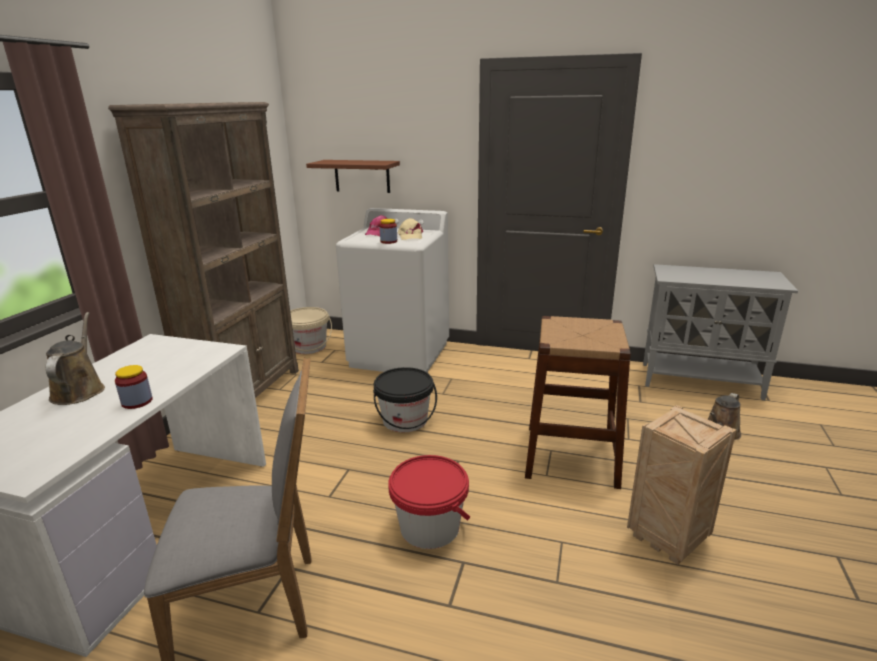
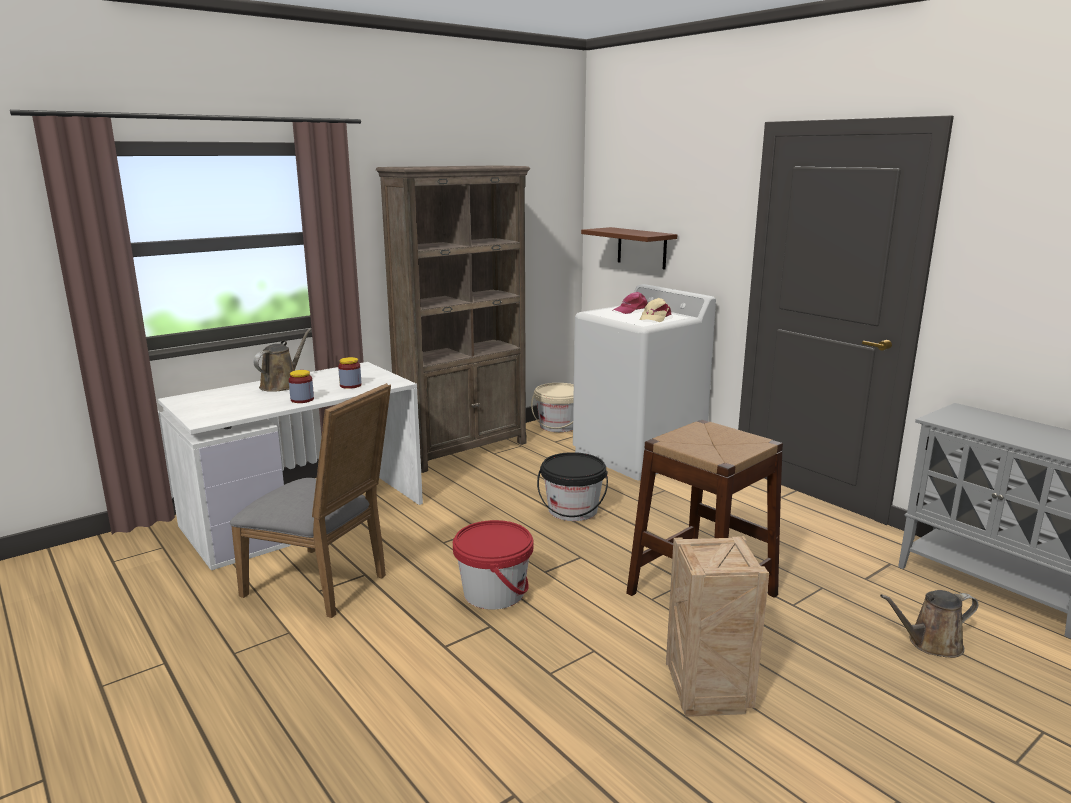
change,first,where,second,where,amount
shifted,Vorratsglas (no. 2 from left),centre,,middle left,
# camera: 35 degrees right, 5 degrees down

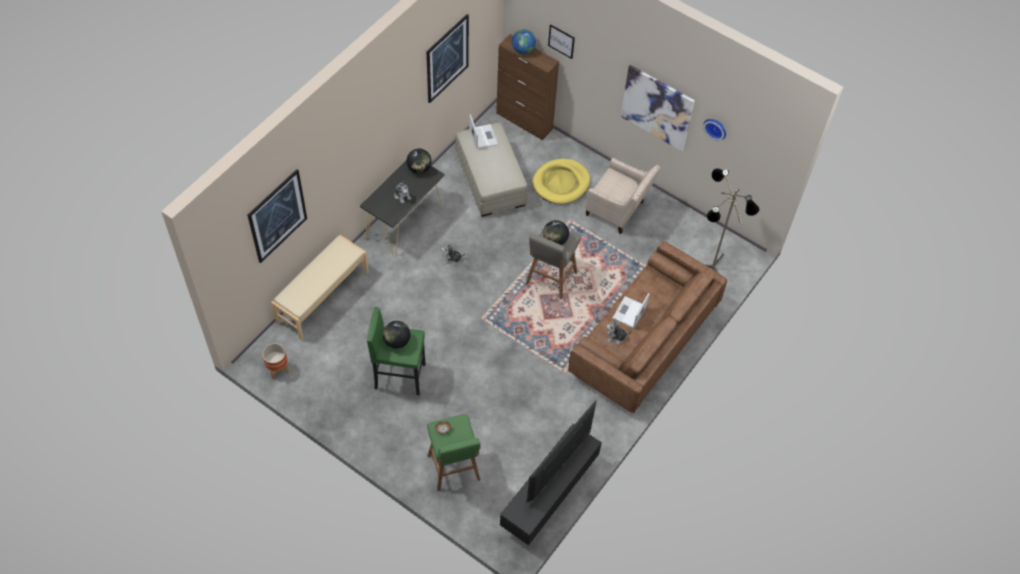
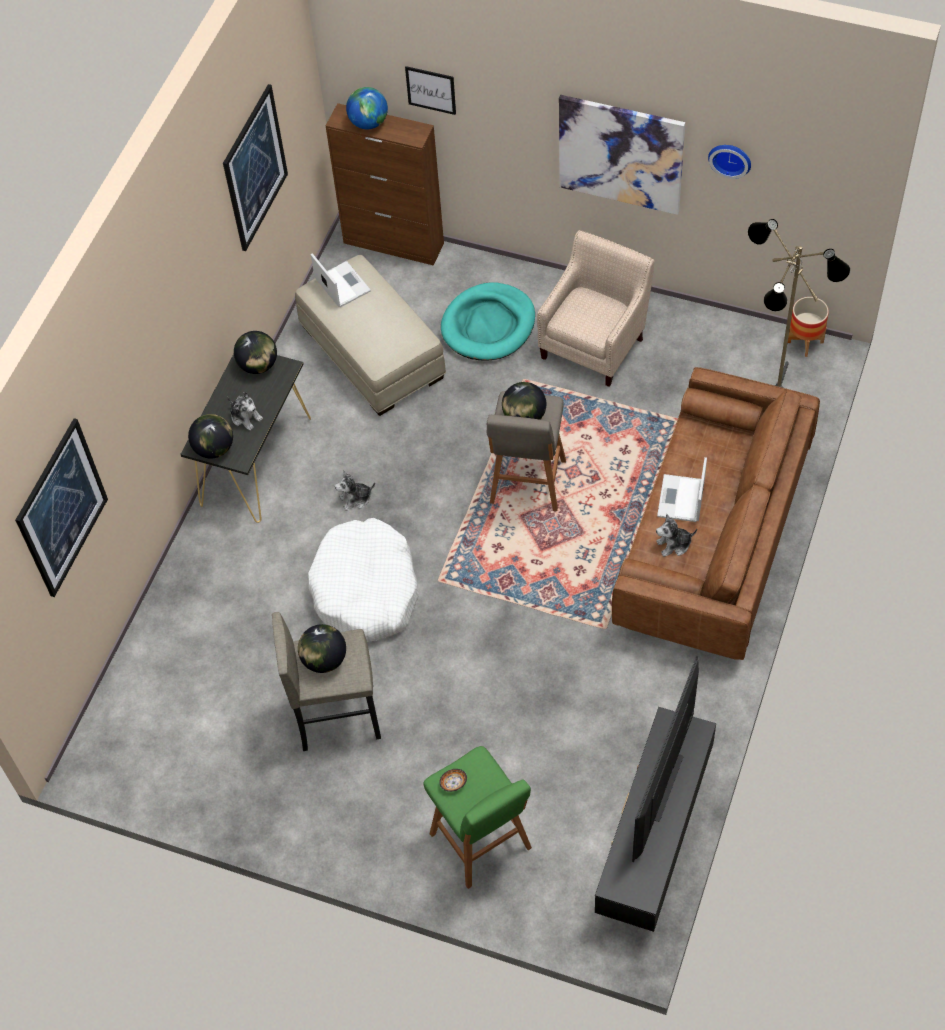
change,first,where,second,where,amount
rotated,Sessel/beige,centre,,top centre,75 degrees counterclockwise
repainted,Hundebett/gelb,top centre,Hundebett/türkis,top centre,
gone,Bank/beige,middle left,,,
repainted,Hocker/grün (no. 1 from left),centre,Hocker/grau (no. 1 from left),centre,
shifted,Pflanzkübel,middle left,,top right,
new,,,Globus (no. 1 from left),middle left,
new,,,Hundebett/weiß,centre,
# camera: 10 degrees left, 0 degrees up

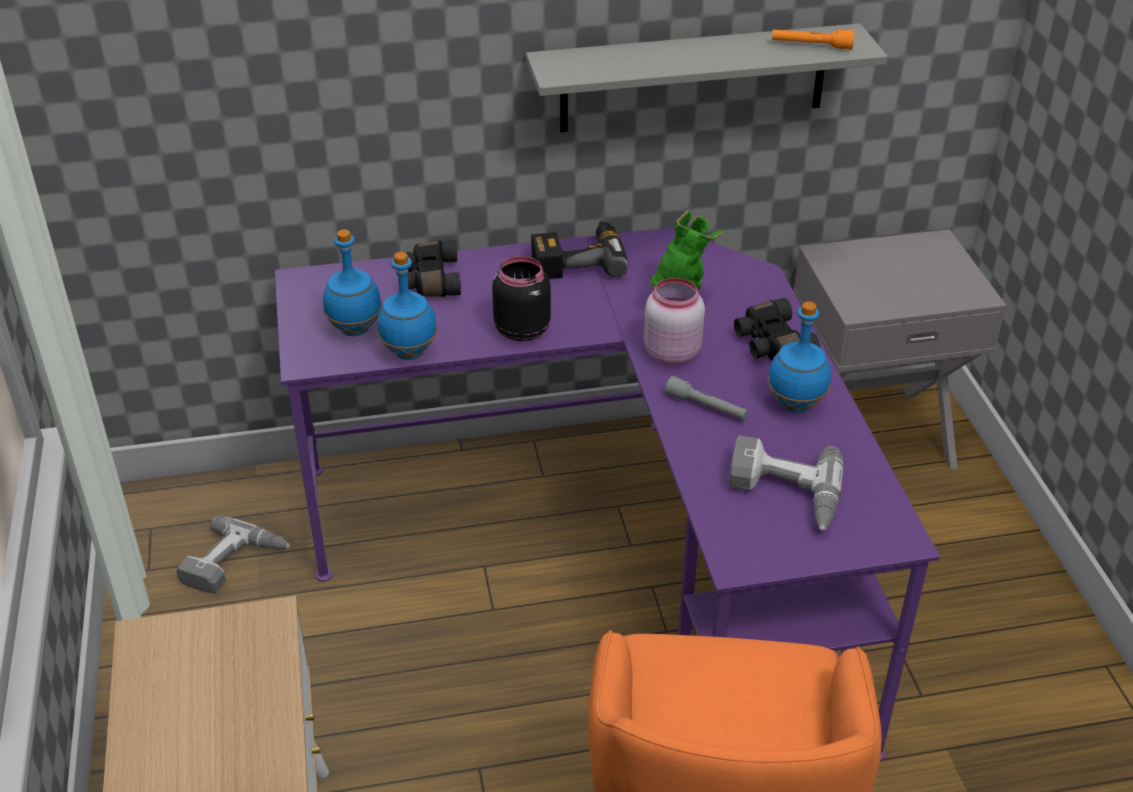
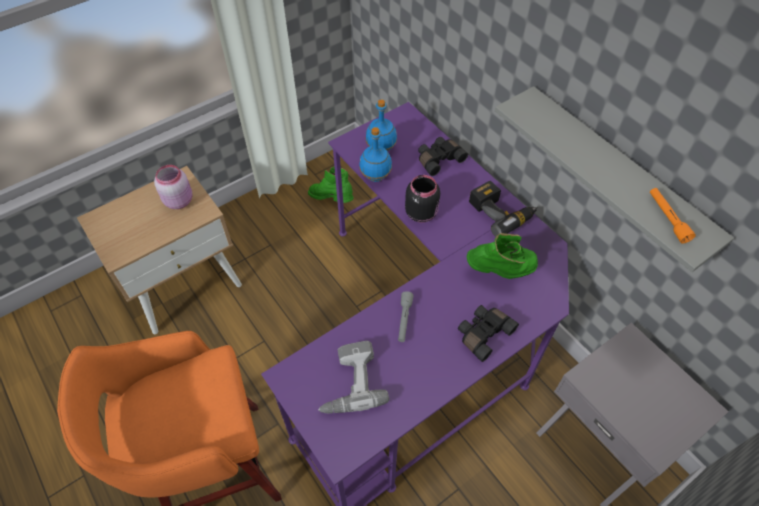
change,first,where,second,where,amount
shifted,Vorratsglas/rosa,centre,,middle left,
gone,Flasche/blau (no. 3 from left),middle right,,,
swapped,Bohrmaschine (no. 1 from left),bottom left,Stiefel/grün (no. 1 from left),centre,
# camera: 65 degrees right, 15 degrees up

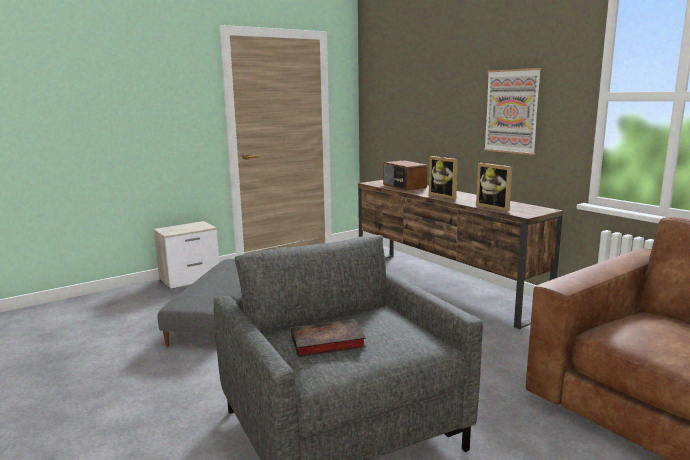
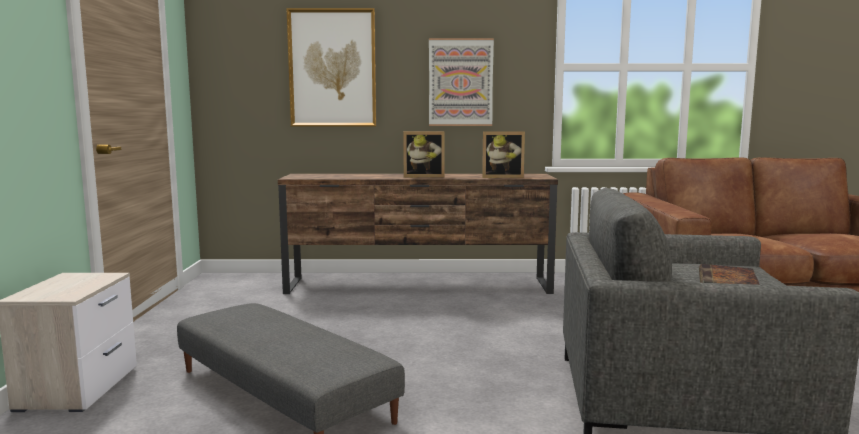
change,first,where,second,where,amount
gone,Radio,centre,,,
new,,,Bild (no. 1 from left),top centre,
# camera: 55 degrees left, 5 degrees down

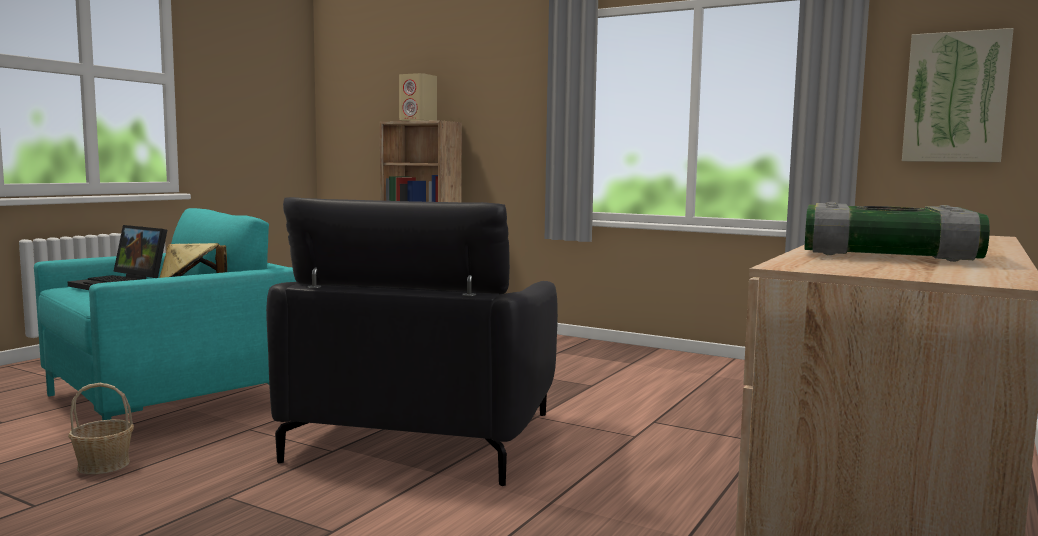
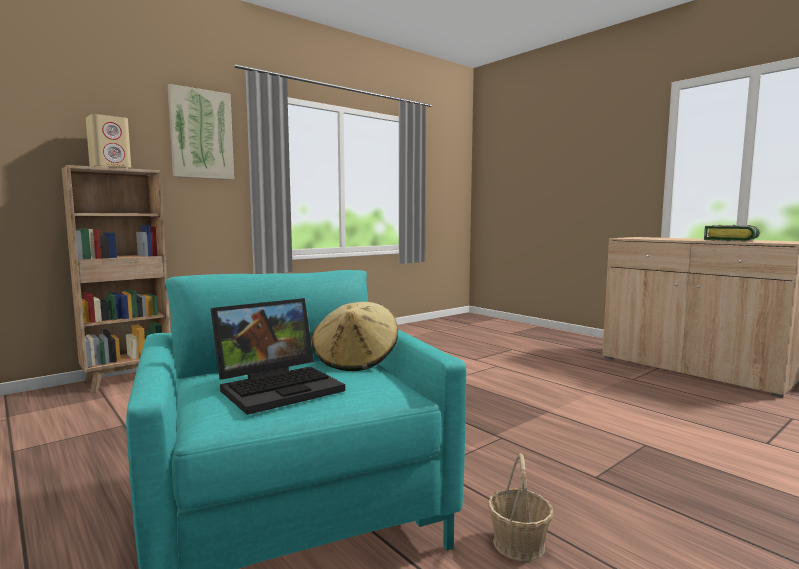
change,first,where,second,where,amount
shifted,Bild,top right,,top left,
gone,Sessel/schwarz,centre,,,
# camera: 70 degrees left, 0 degrees up

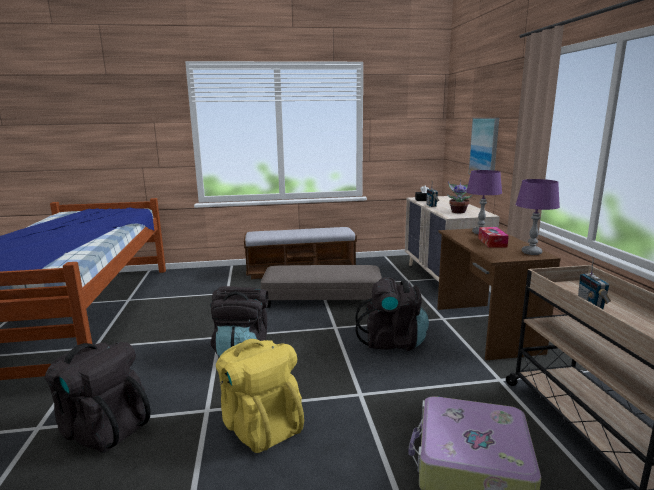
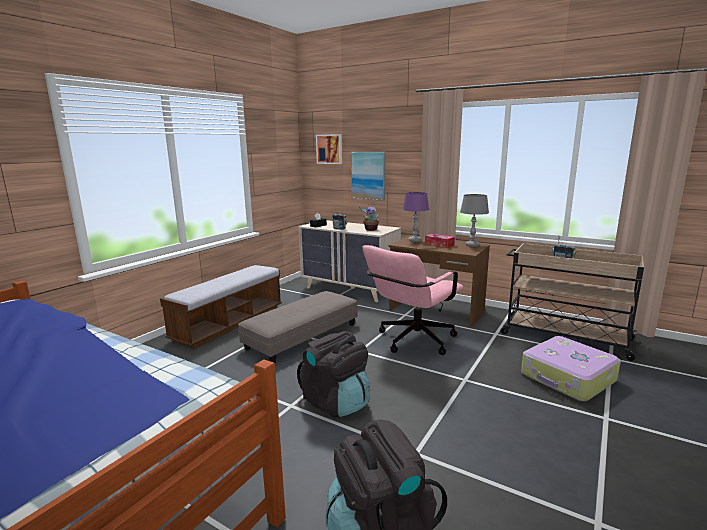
change,first,where,second,where,amount
repainted,Tischlampe/lila (no. 2 from left),middle right,Tischlampe/grau,middle right,
swapped,Rucksack/schwarz (no. 3 from left),centre,Bürostuhl/rosa,centre,
gone,Rucksack/gelb,bottom centre,,,
new,,,Bild (no. 1 from left),top centre,
# camera: 50 degrees left, 0 degrees up

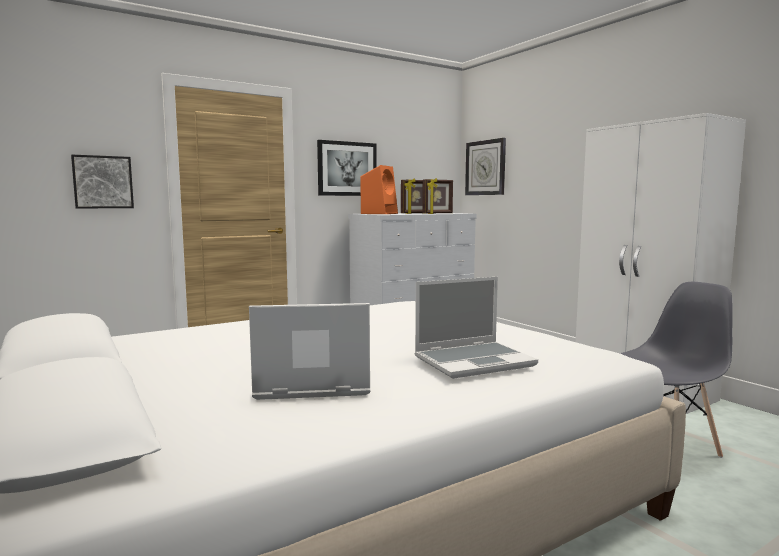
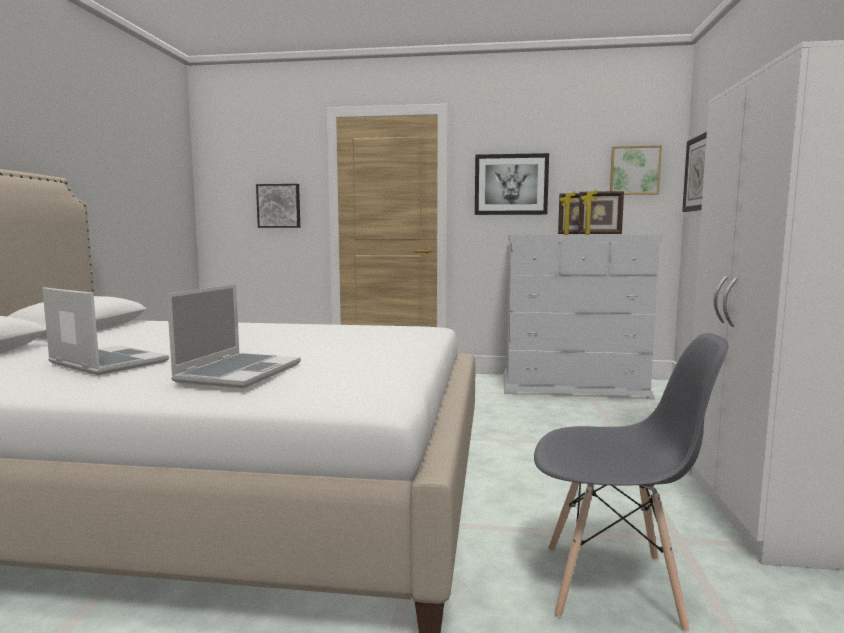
change,first,where,second,where,amount
gone,Lautsprecher/orange,centre,,,
rotated,Laptop (no. 2 from left),centre,,middle left,90 degrees counterclockwise
new,,,Bild (no. 3 from left),top right,
# camera: 40 degrees right, 0 degrees up

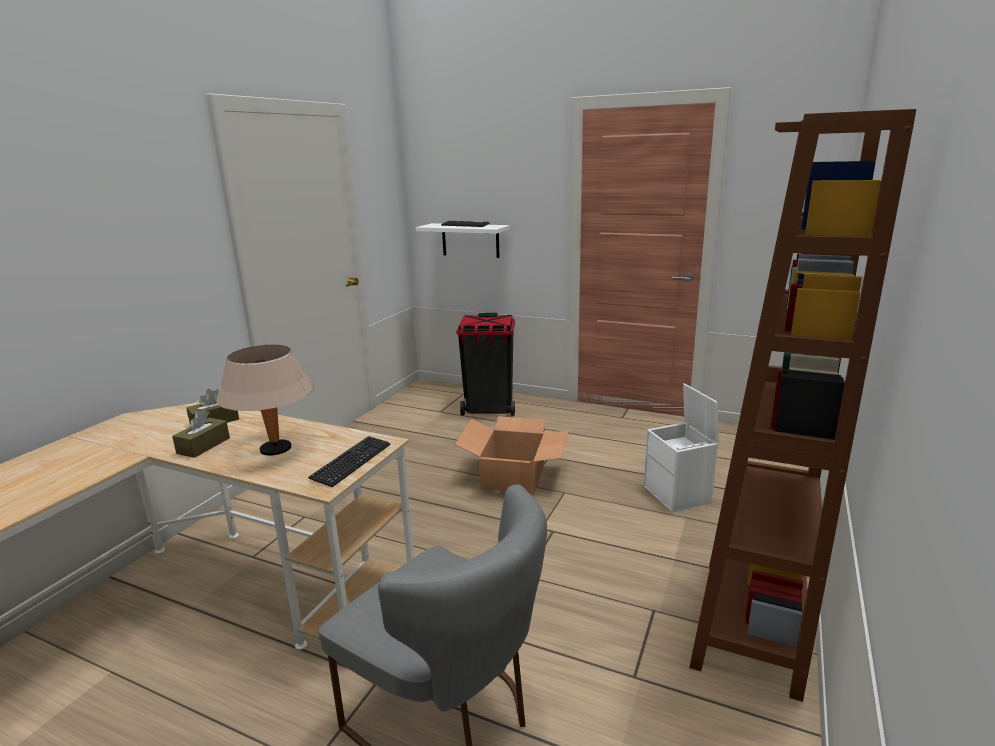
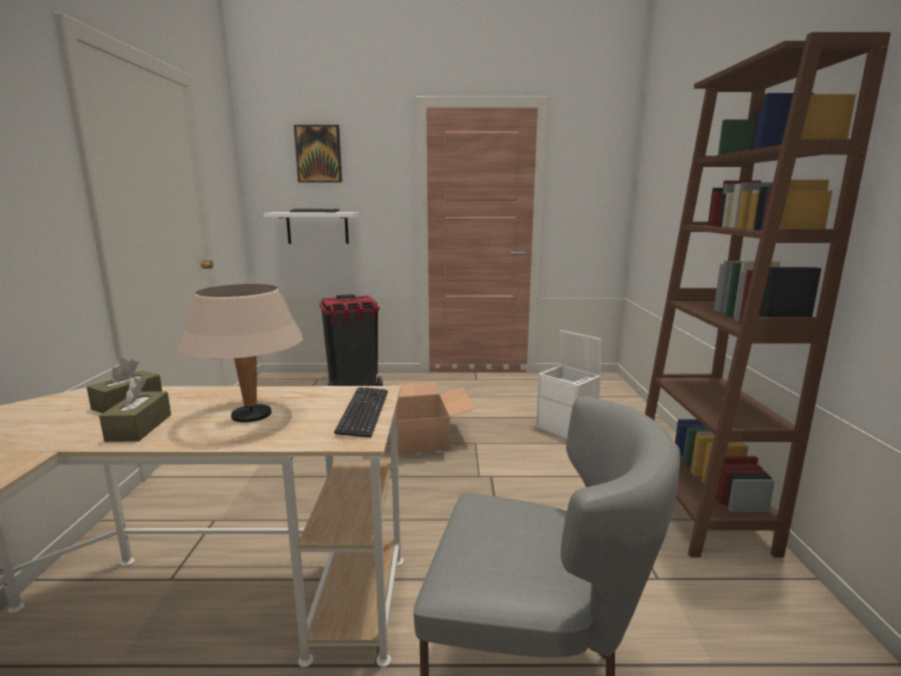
change,first,where,second,where,amount
new,,,Bild,top centre,
# camera: 25 degrees left, 5 degrees down

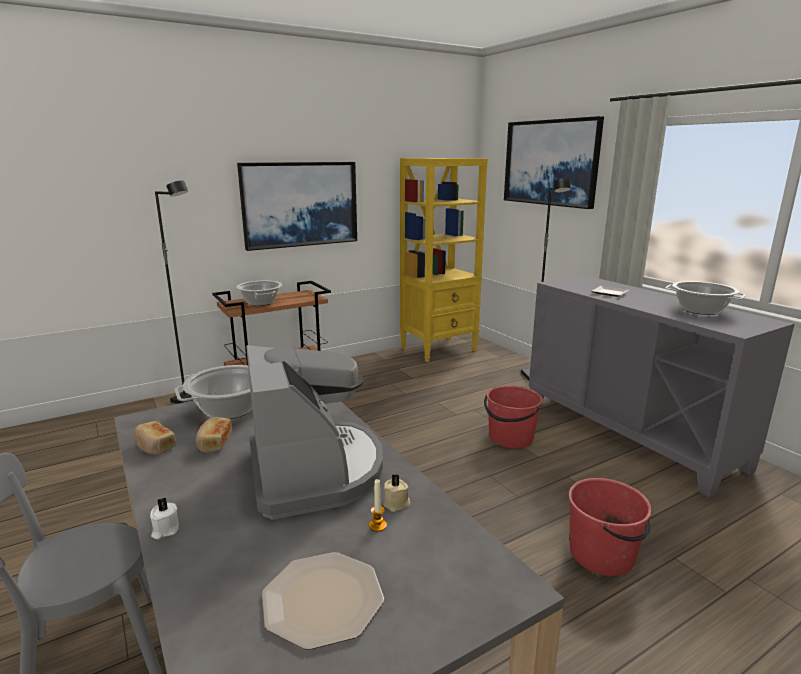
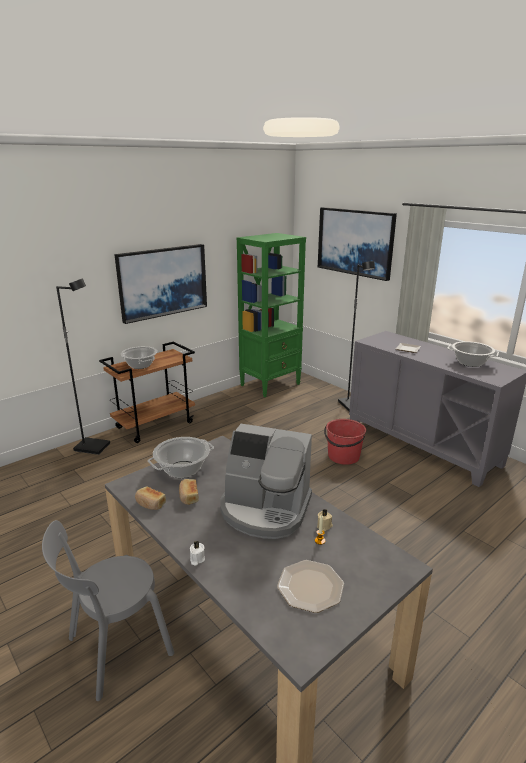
change,first,where,second,where,amount
repainted,Bücherregal/gelb,centre,Bücherregal/grün,centre,
rotated,Kaffeemaschine,centre,,centre,135 degrees clockwise
gone,Eimer/rot (no. 2 from left),bottom right,,,
# camera: 10 degrees left, 5 degrees up

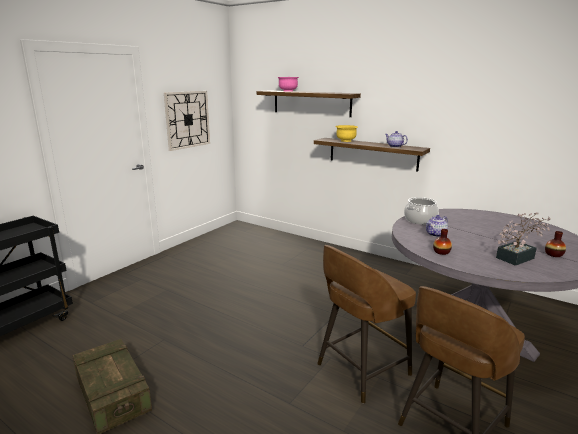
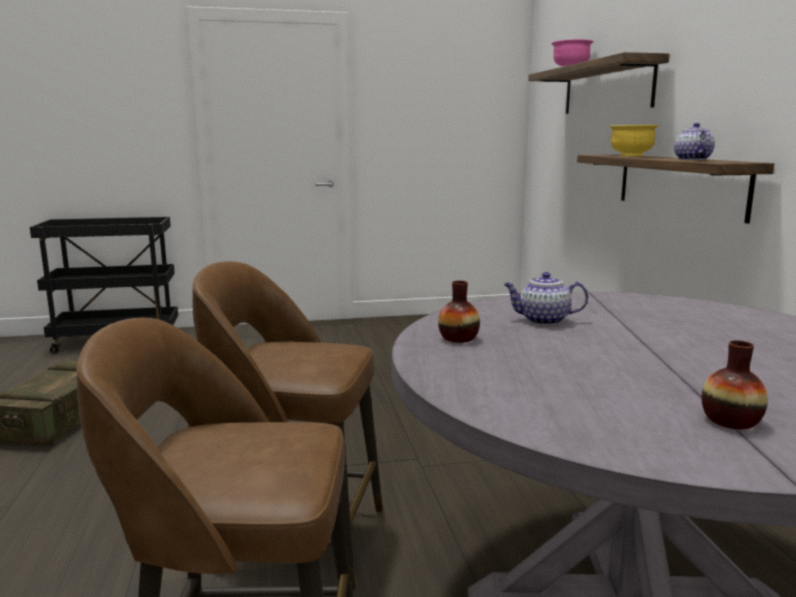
change,first,where,second,where,amount
gone,Wanduhr,top left,,,
gone,Kochtopf,middle right,,,
gone,Topfpflanze,middle right,,,
# camera: 45 degrees right, 5 degrees down

